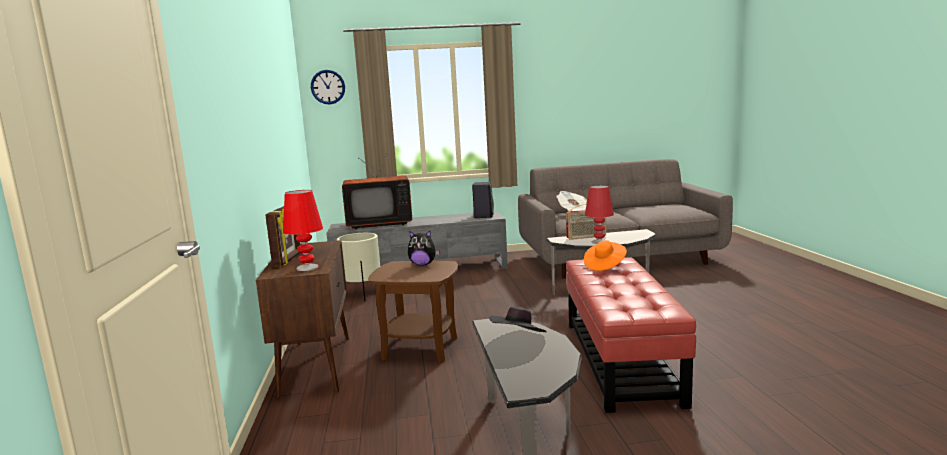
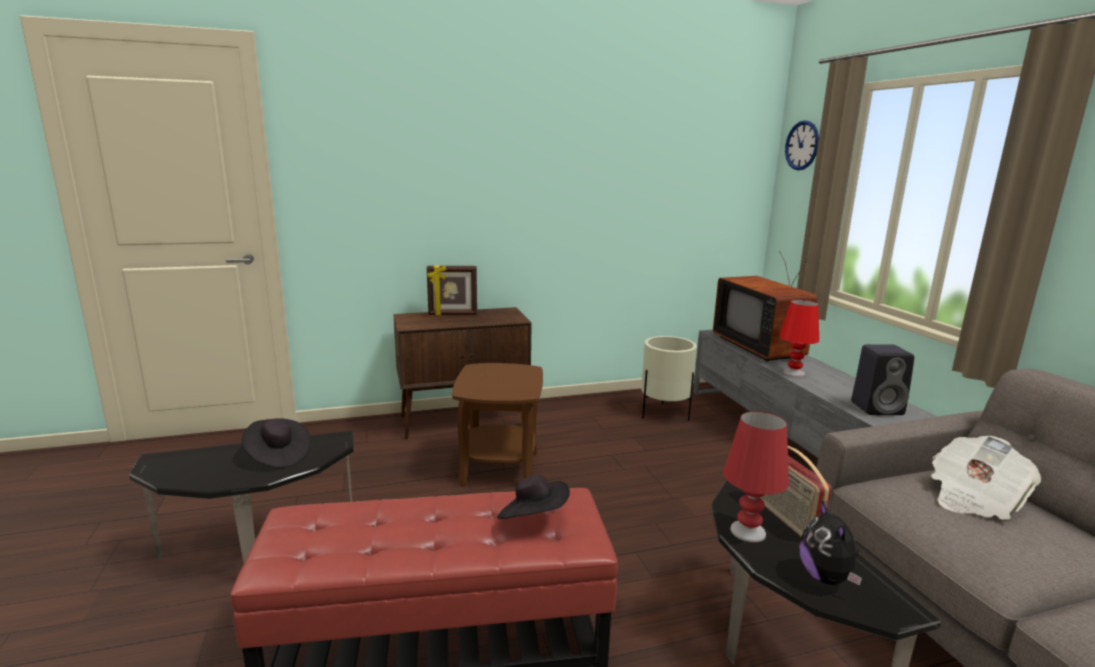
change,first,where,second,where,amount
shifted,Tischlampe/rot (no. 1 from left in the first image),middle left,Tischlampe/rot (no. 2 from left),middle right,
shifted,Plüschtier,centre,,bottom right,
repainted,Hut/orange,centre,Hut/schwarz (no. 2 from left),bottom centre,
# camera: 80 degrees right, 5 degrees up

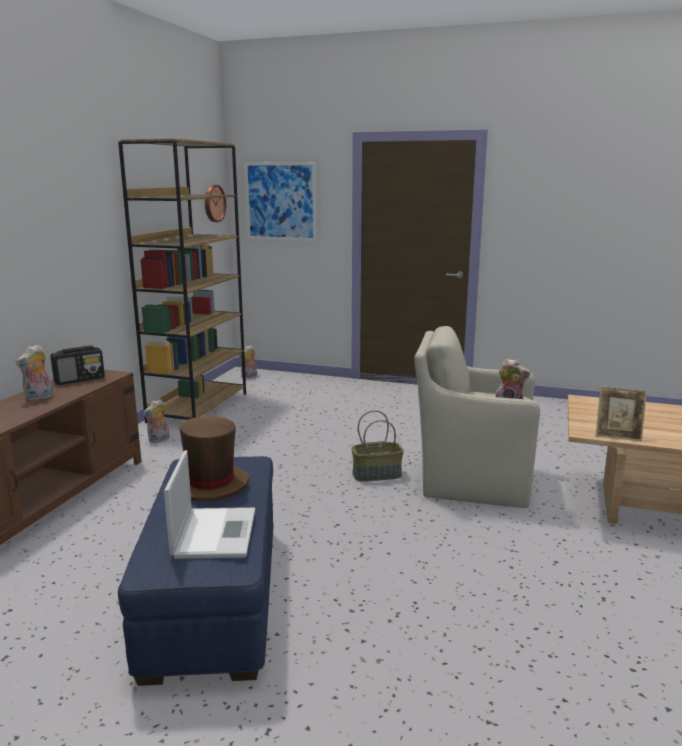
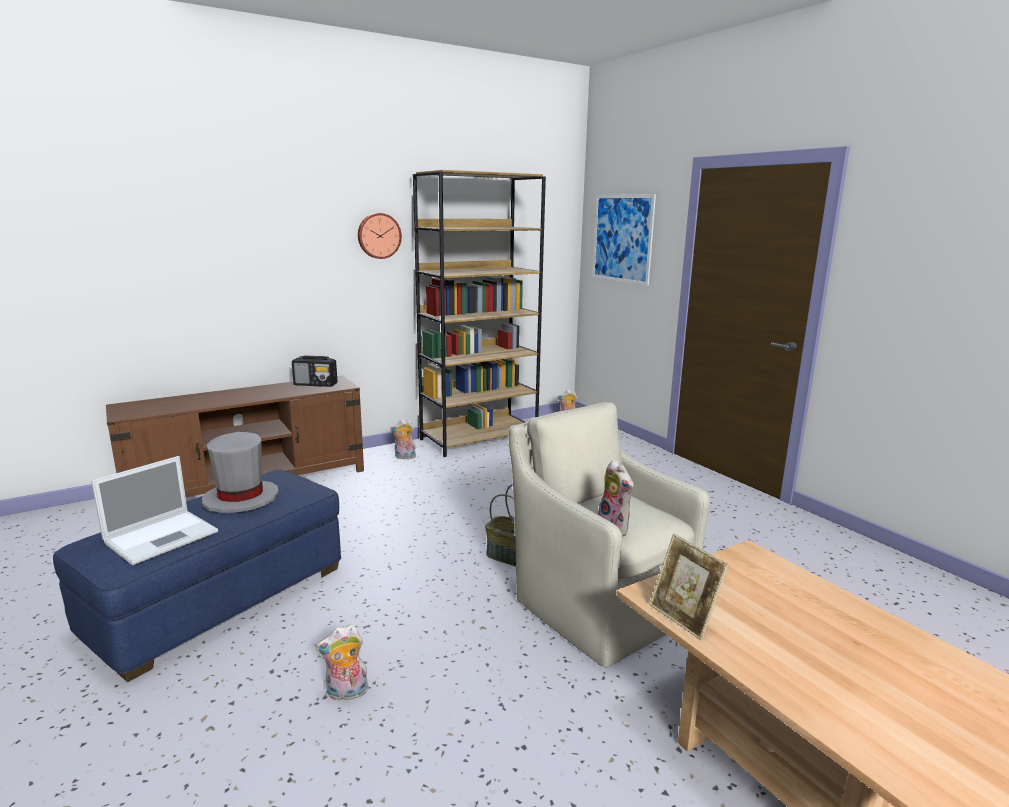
change,first,where,second,where,amount
shifted,Wanduhr,top left,,top centre,
shifted,Plüschtier (no. 1 from left),middle left,,bottom centre,
repainted,Hut/braun,middle left,Hut/grau,middle left,
# camera: 40 degrees right, 0 degrees up

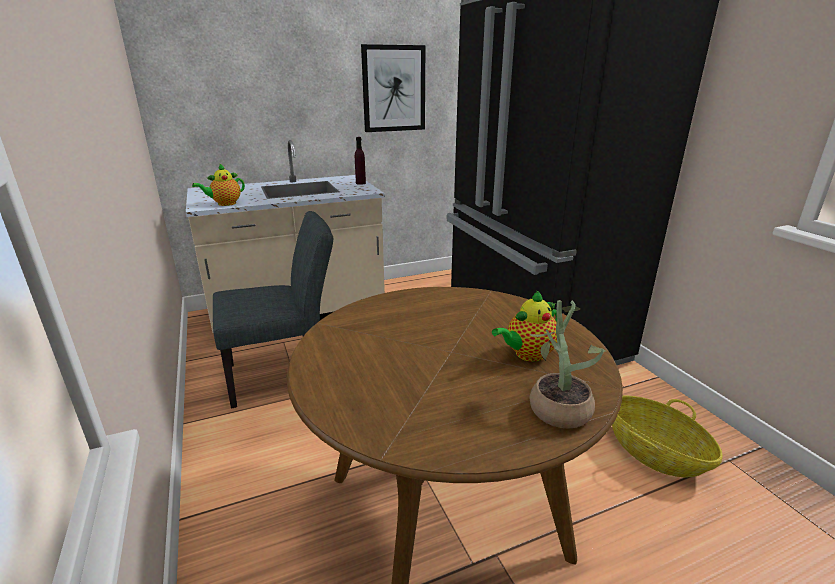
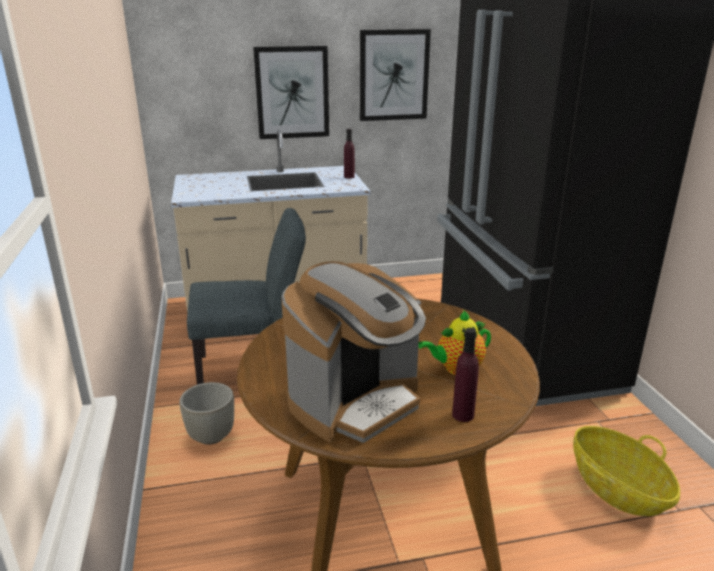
change,first,where,second,where,amount
gone,Teekanne (no. 1 from left),top left,,,
swapped,Topfpflanze,middle right,Flasche/lila (no. 2 from left),centre,
new,,,Bild (no. 1 from left),top centre,
new,,,Kaffeemaschine,centre,
new,,,Pflanzkübel/grau,bottom left,
# camera: 10 degrees right, 0 degrees up

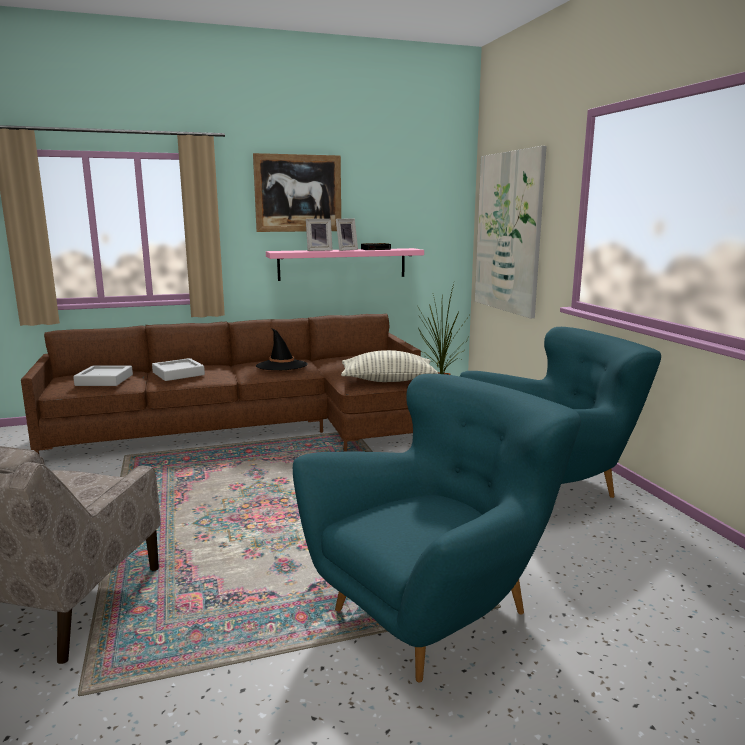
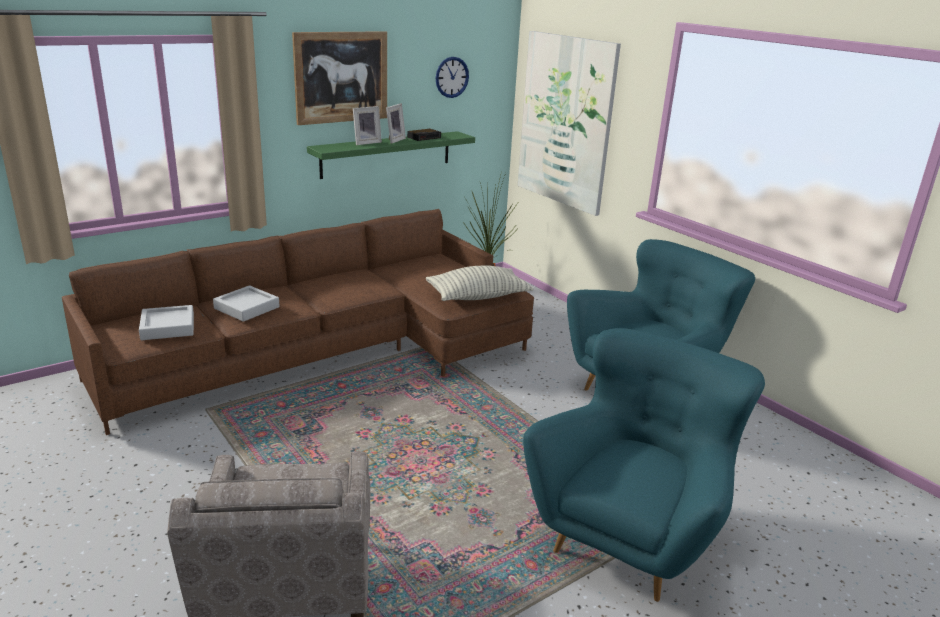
change,first,where,second,where,amount
repainted,Wandregal/rosa,centre,Wandregal/grün,top centre,
gone,Hut/schwarz,centre,,,
new,,,Wanduhr,top centre,
# camera: 20 degrees left, 10 degrees up

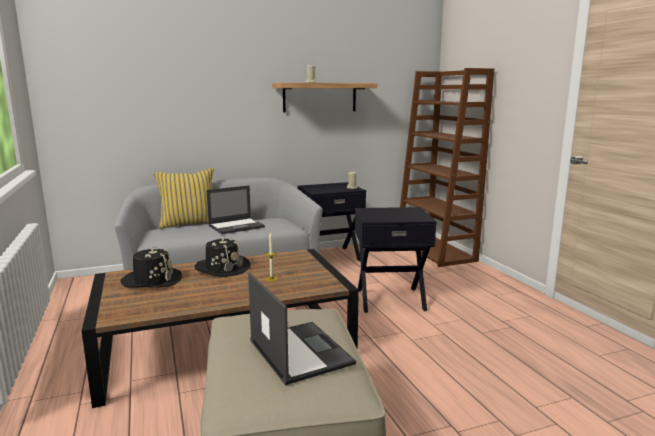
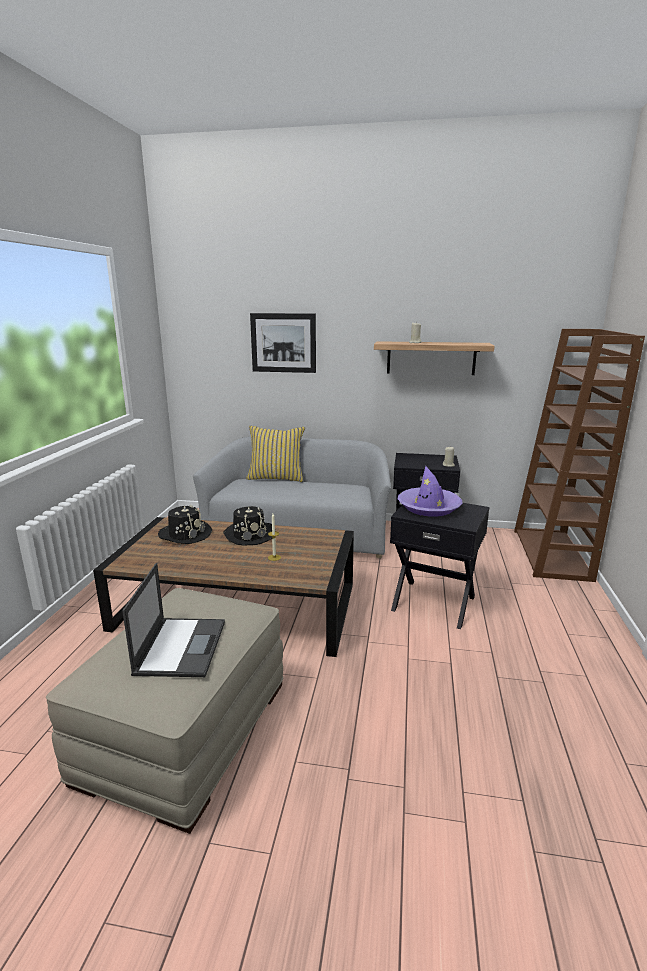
change,first,where,second,where,amount
gone,Laptop (no. 1 from left),centre,,,
new,,,Bild,centre,
new,,,Hut/lila,centre,
# camera: 30 degrees right, 5 degrees up

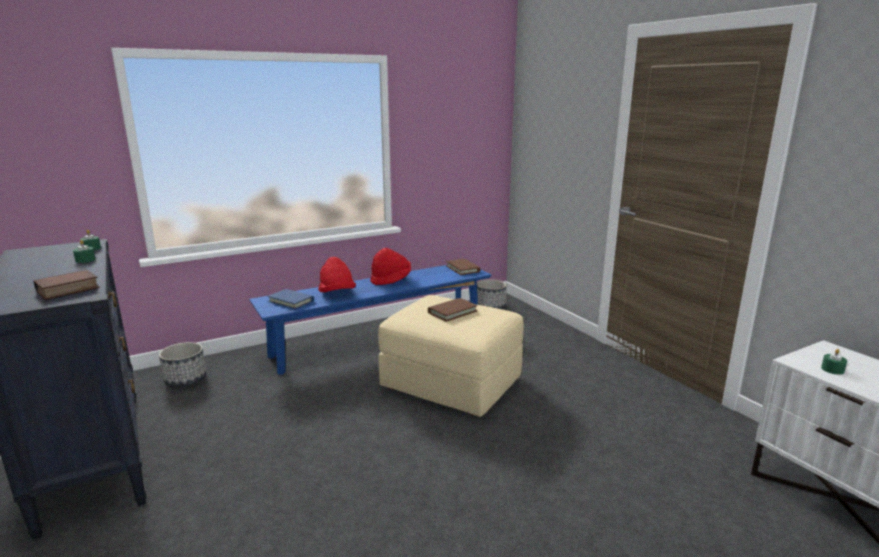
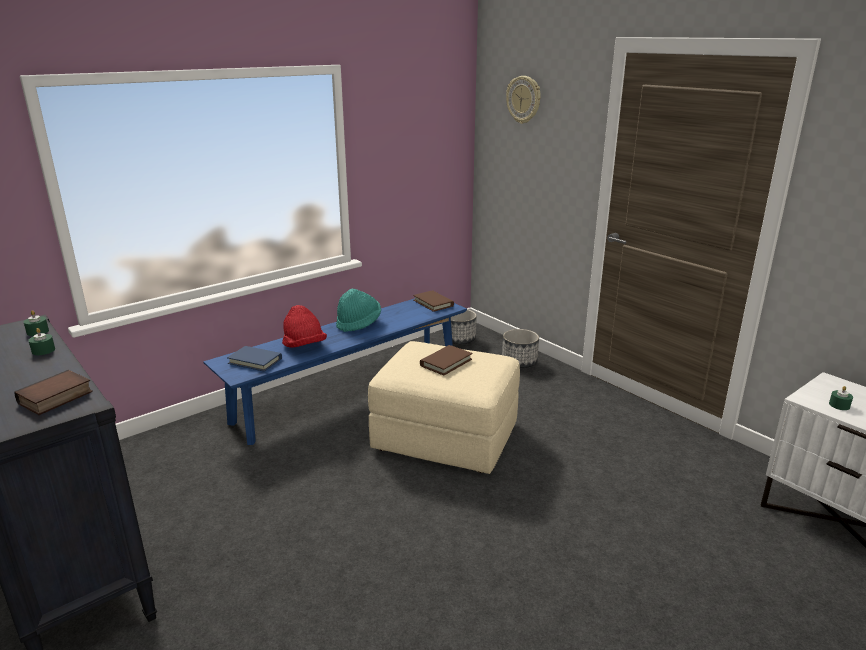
change,first,where,second,where,amount
repainted,Hut/rot (no. 2 from left),centre,Hut/türkis,centre,
shifted,Pflanzkübel (no. 1 from left in the first image),middle left,Pflanzkübel (no. 2 from left),centre,
new,,,Wanduhr,top centre,
# camera: 10 degrees left, 5 degrees up

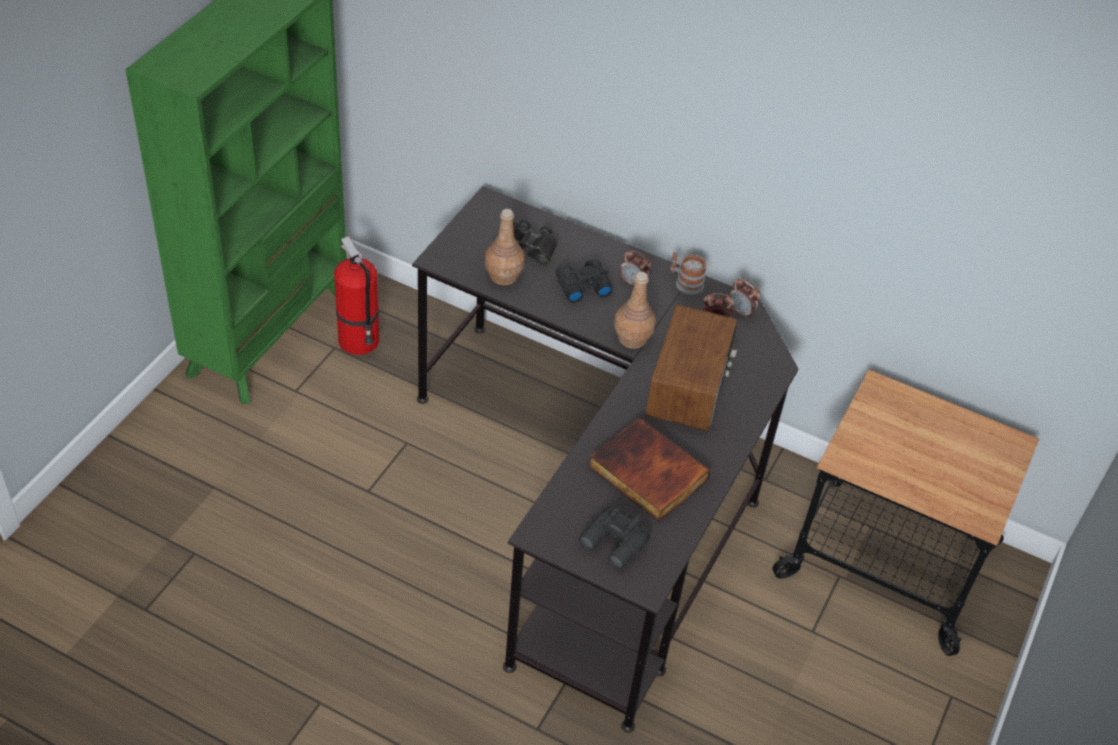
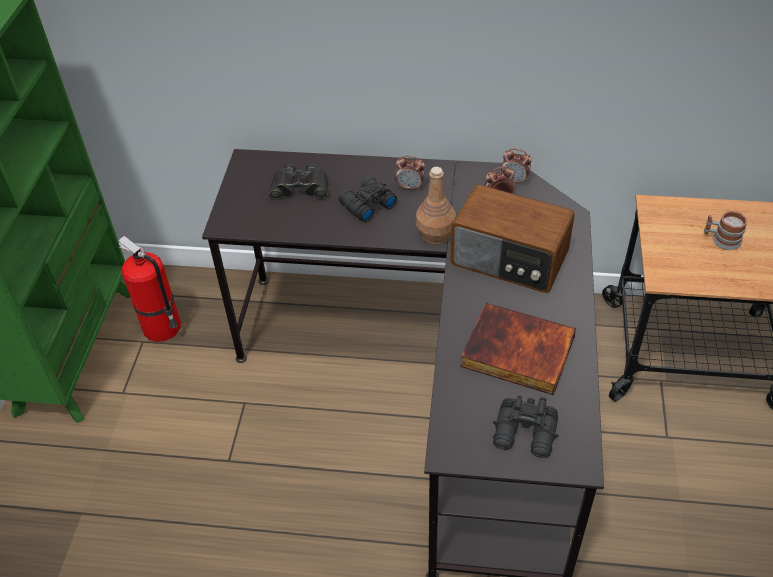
change,first,where,second,where,amount
gone,Flasche/braun (no. 1 from left),top centre,,,
shifted,Henkelbecher,centre,,middle right,
rotated,Radio,centre,,centre,120 degrees clockwise
# camera: 15 degrees left, 0 degrees up

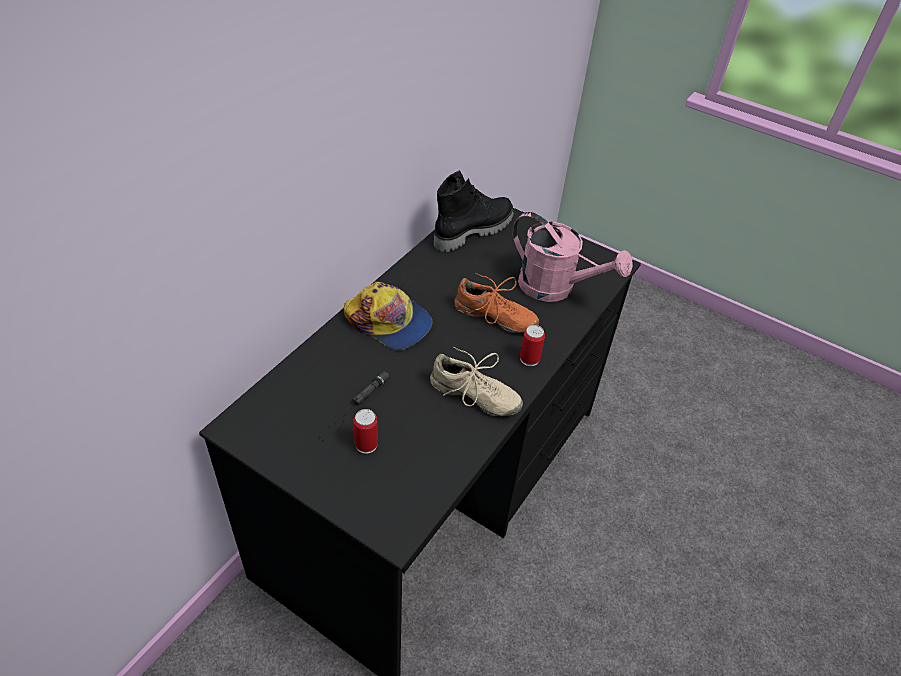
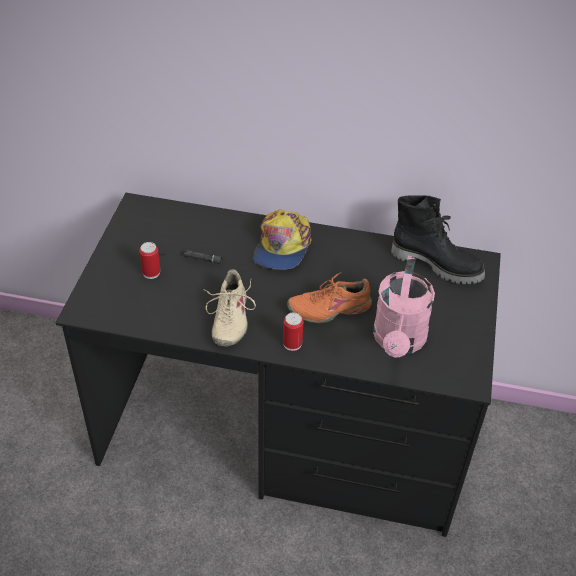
change,first,where,second,where,amount
rotated,Schuh/orange,centre,,centre,75 degrees clockwise
# camera: 70 degrees right, 0 degrees up

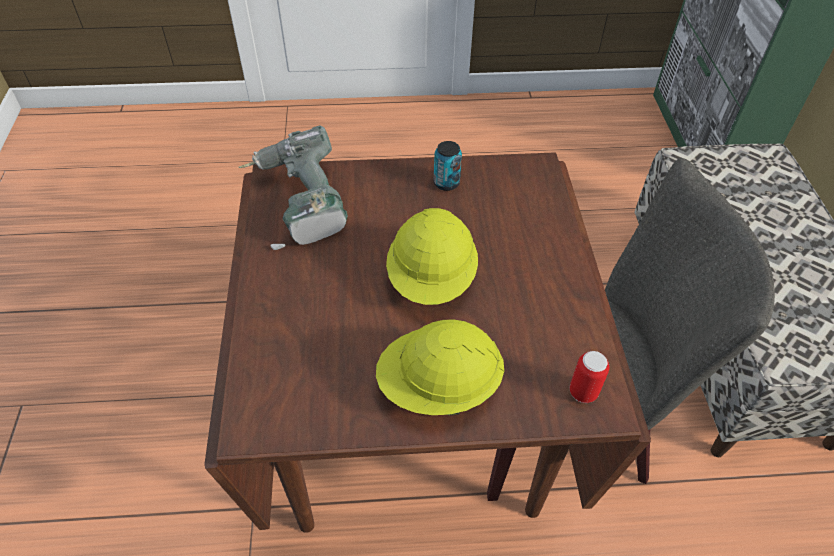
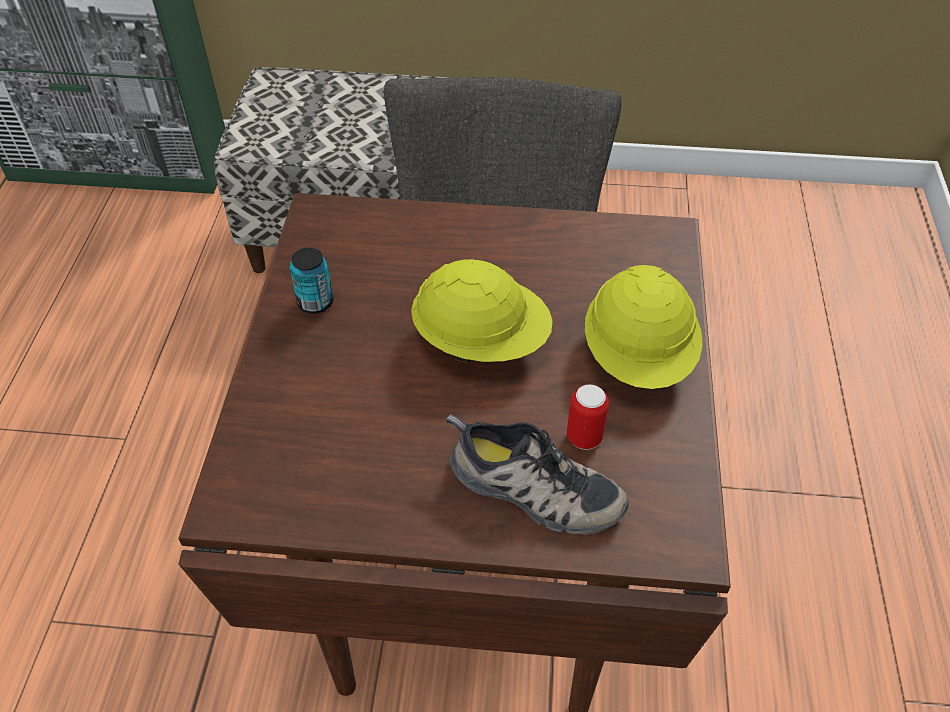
change,first,where,second,where,amount
gone,Bohrmaschine,centre,,,
shifted,Dose (no. 2 from left),bottom right,,centre,
new,,,Schuh,centre,
# camera: 80 degrees left, 0 degrees up

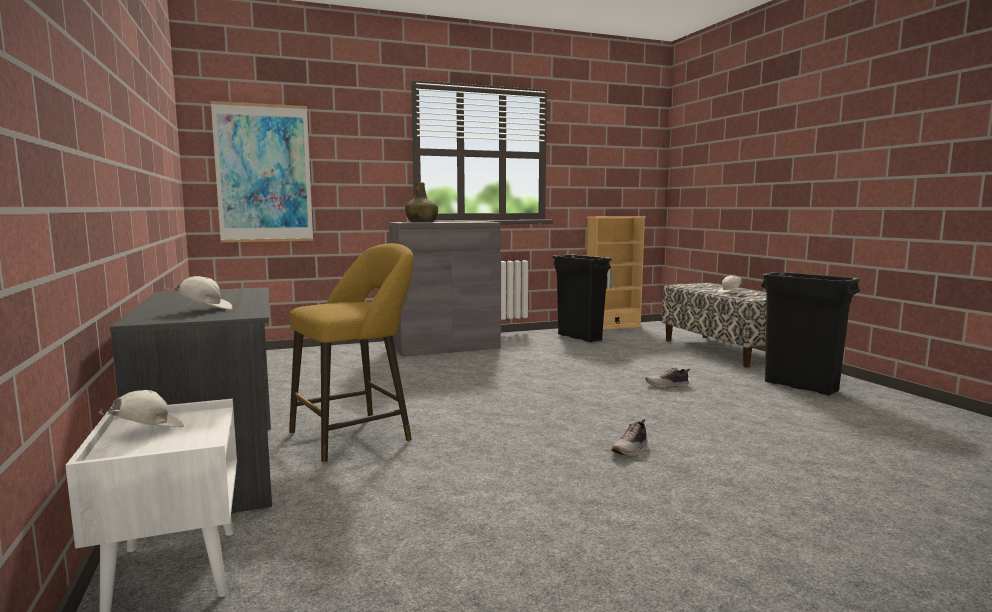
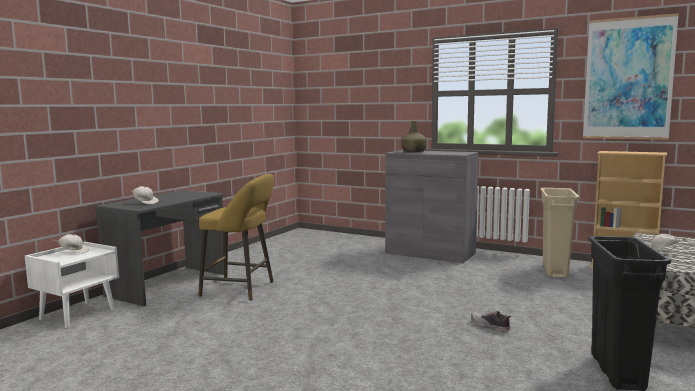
change,first,where,second,where,amount
shifted,Bild,top left,,top right,
repainted,Mülleimer/schwarz (no. 1 from left),centre,Mülleimer/beige,middle right,
gone,Schuh (no. 1 from left),bottom centre,,,
# camera: 50 degrees right, 0 degrees up

